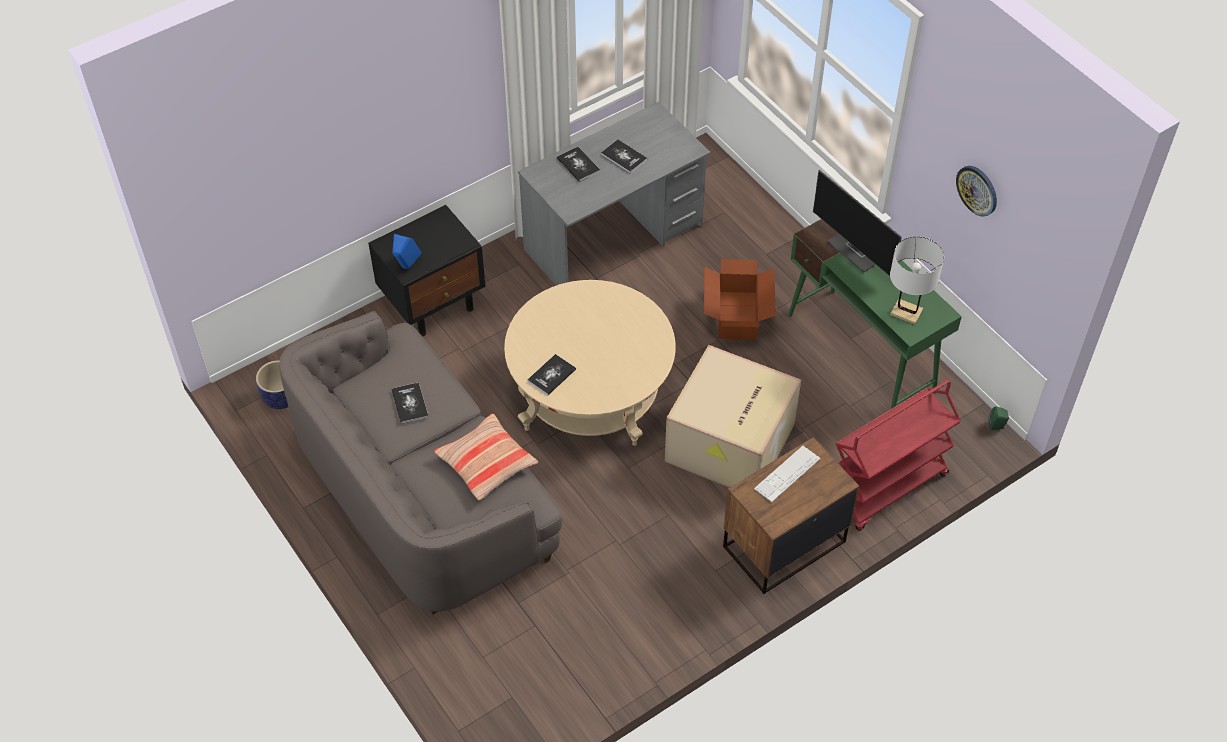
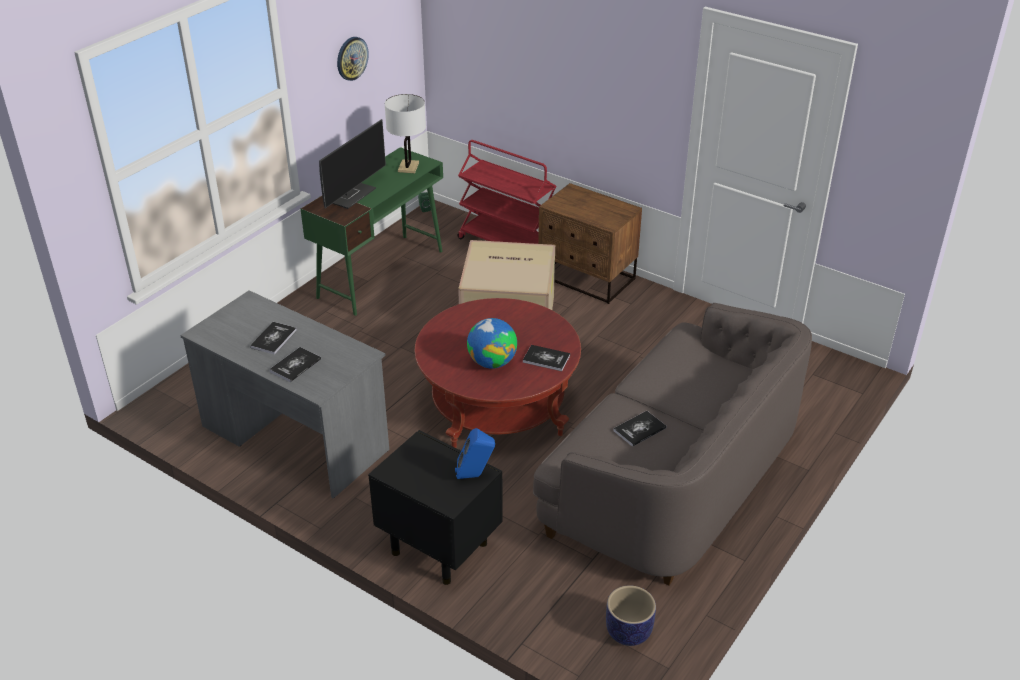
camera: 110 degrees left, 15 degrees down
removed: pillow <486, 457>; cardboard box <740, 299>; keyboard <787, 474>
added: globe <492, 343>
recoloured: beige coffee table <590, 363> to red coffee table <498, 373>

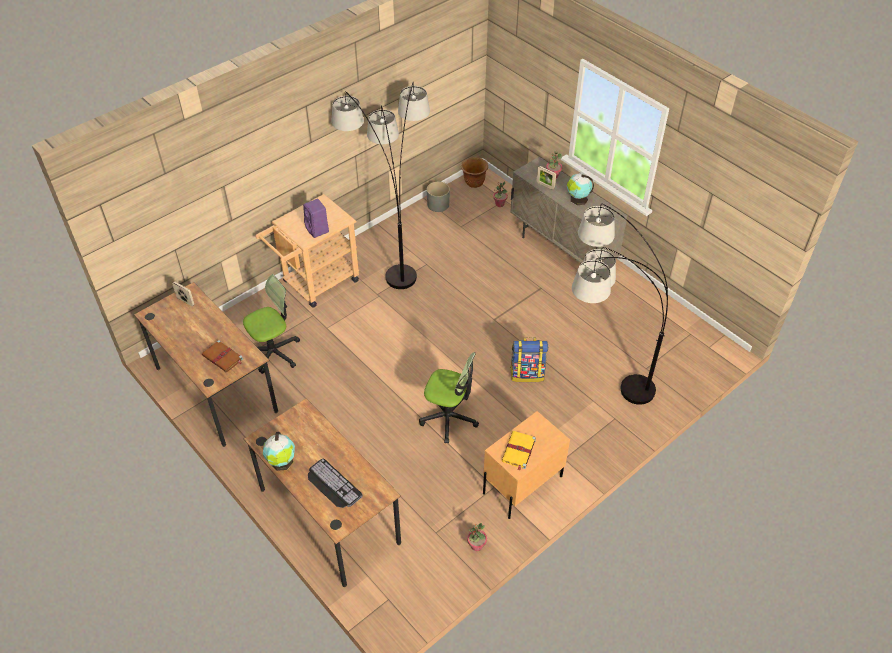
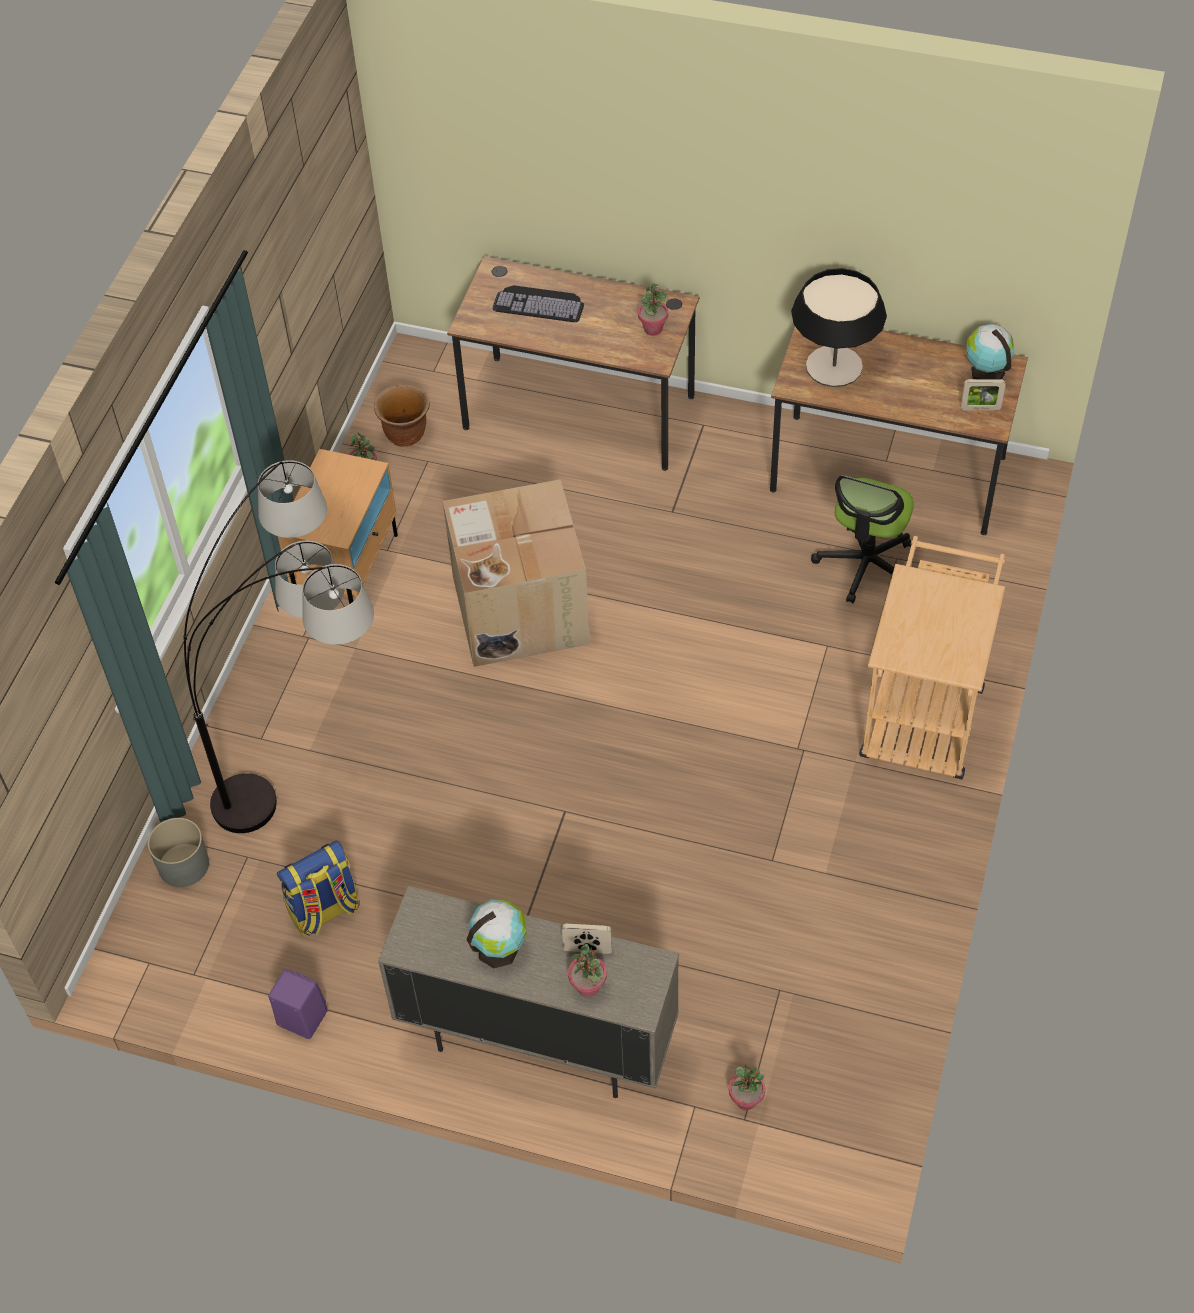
camera: 150 degrees right, 5 degrees up
removed: floor lamp <380, 185>; yellow book <519, 450>
added: potted plant <653, 309>
moved: grey planter <438, 197> to <178, 852>; purple speaker <316, 218> to <297, 1004>; backpack <529, 359> to <318, 888>; brown planter <474, 172> to <402, 415>; globe <279, 451> to <990, 351>
replaced: office chair <449, 397> to cardboard box <516, 573>; brown book <222, 356> to table lamp <839, 327>

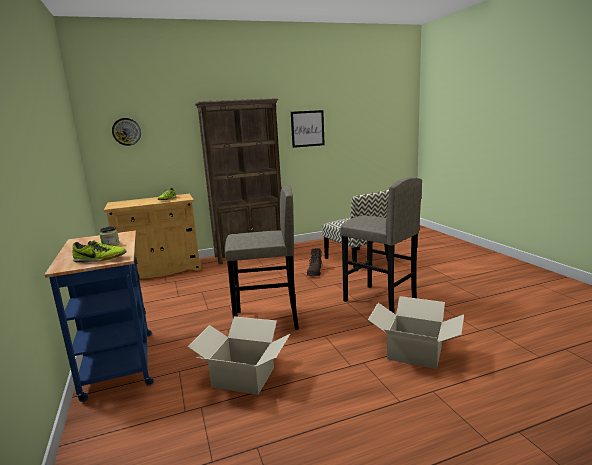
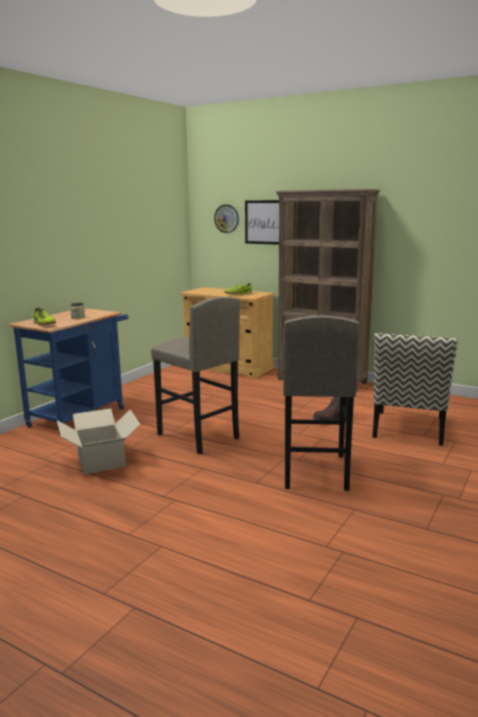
camera: 50 degrees right, 0 degrees up
removed: cardboard box <416, 332>
moved: picture <308, 129> to <262, 222>

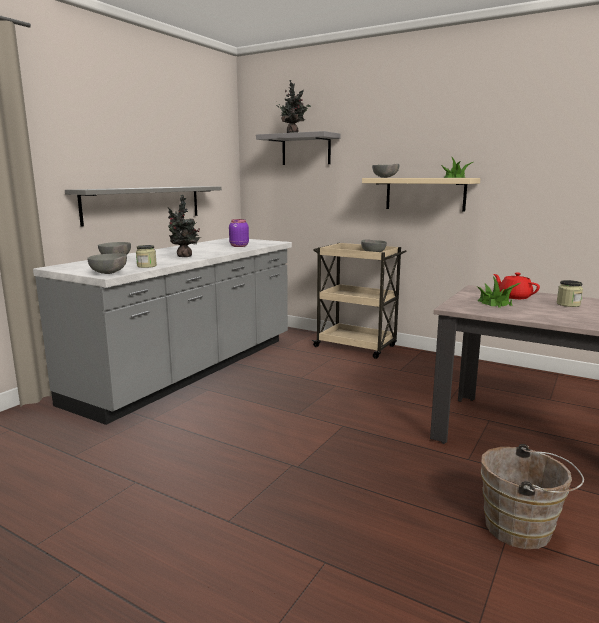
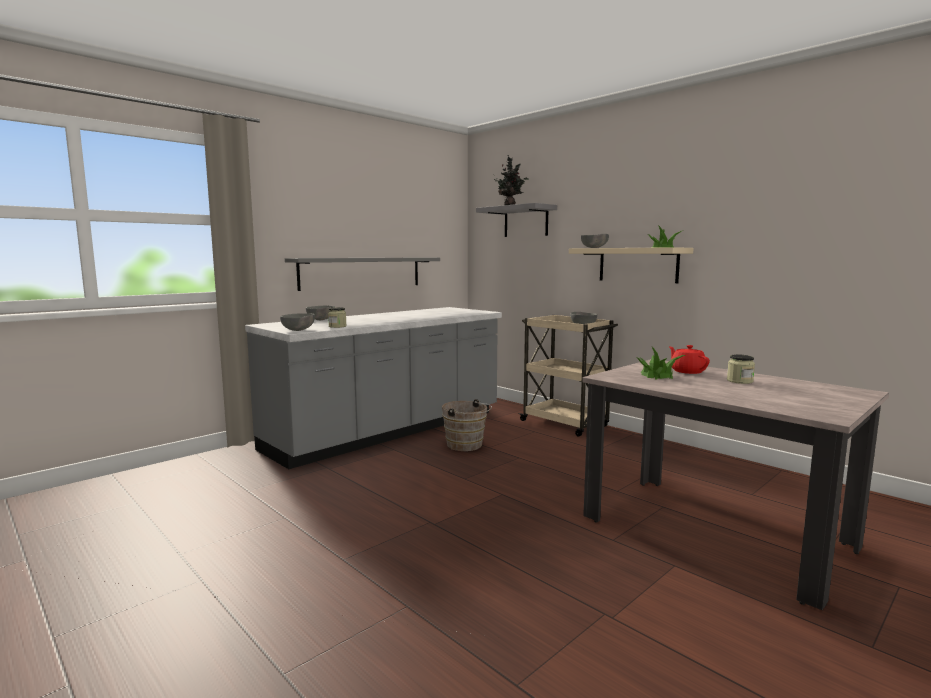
camera: 15 degrees right, 5 degrees down
removed: potted plant <184, 226>; purple jar <239, 233>
moved: brown bucket <532, 496> to <467, 425>

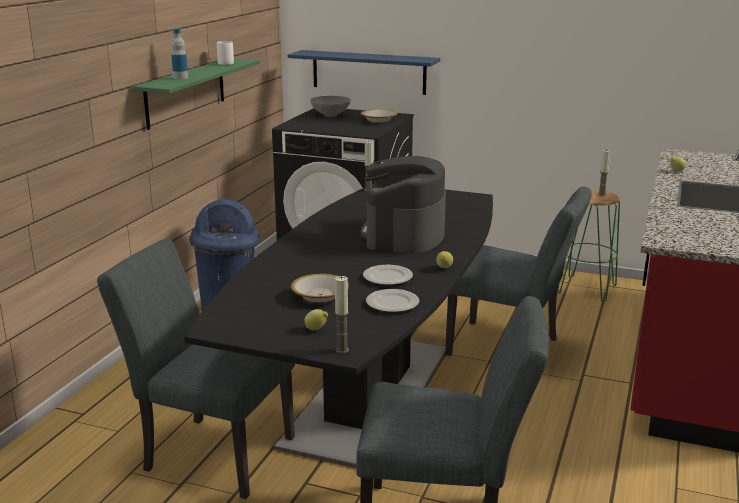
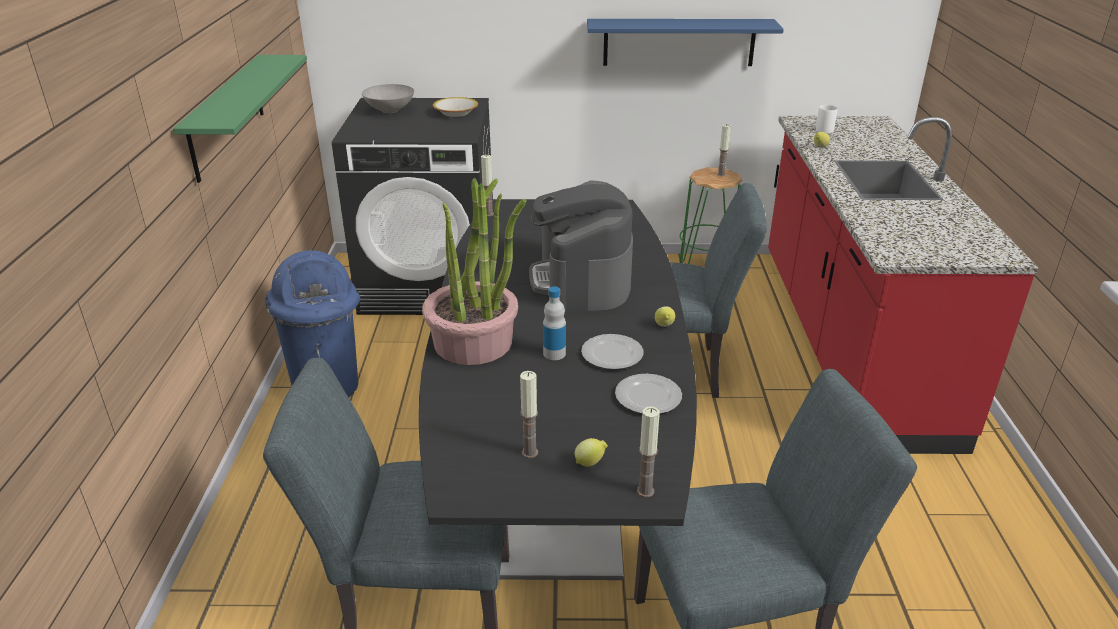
camera: 20 degrees left, 10 degrees up
removed: bowl <320, 288>
added: potted plant <474, 271>; candle <529, 414>
moved: bottle <179, 53> to <554, 323>; blue shelf <363, 72> to <685, 42>; white mug <225, 53> to <827, 119>

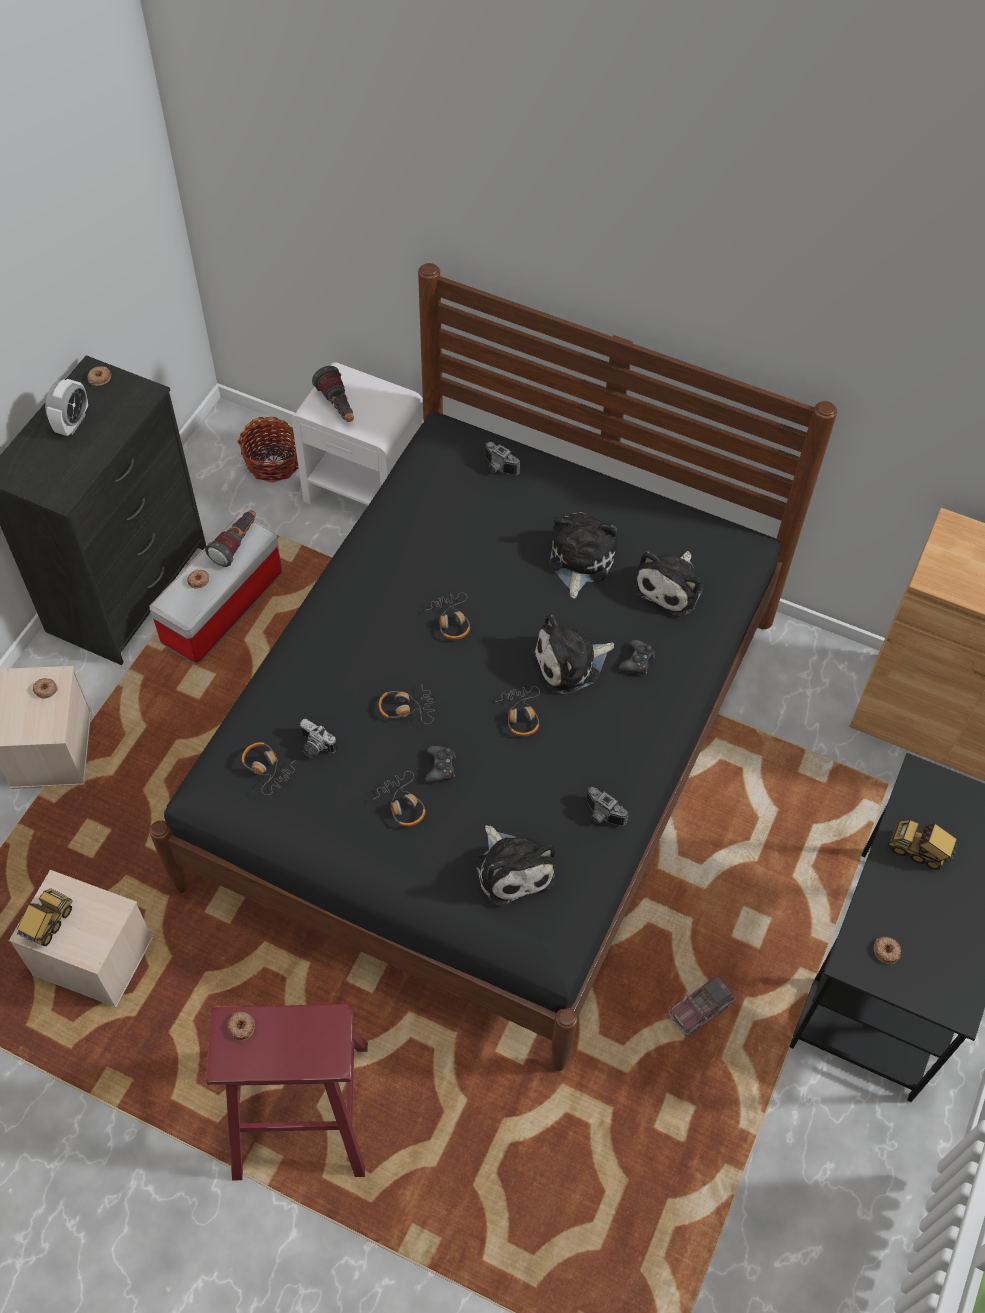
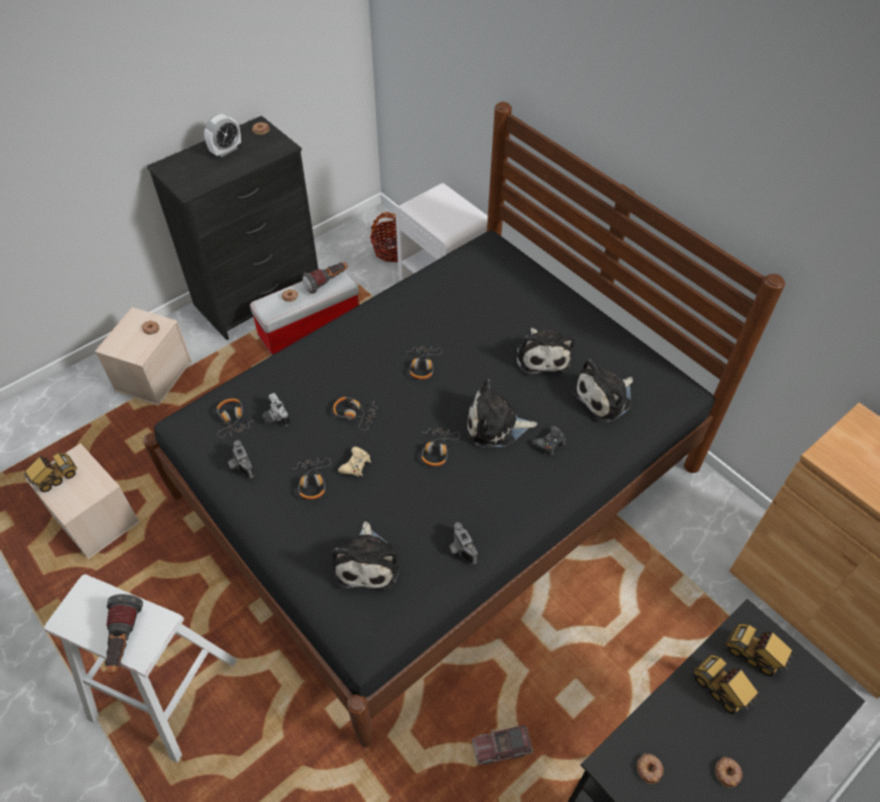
camera: 25 degrees right, 5 degrees down
added: toy truck <760, 650>
moved: flashlight <333, 394> to <124, 634>; photo camera <503, 458> to <241, 459>; donut <241, 1026> to <728, 772>
recoloured: red stool <287, 1092> to white stool <140, 668>; black game controller <441, 764> to beige game controller <354, 462>
turned: plush toy <583, 556> = <545, 351> 135 degrees clockwise

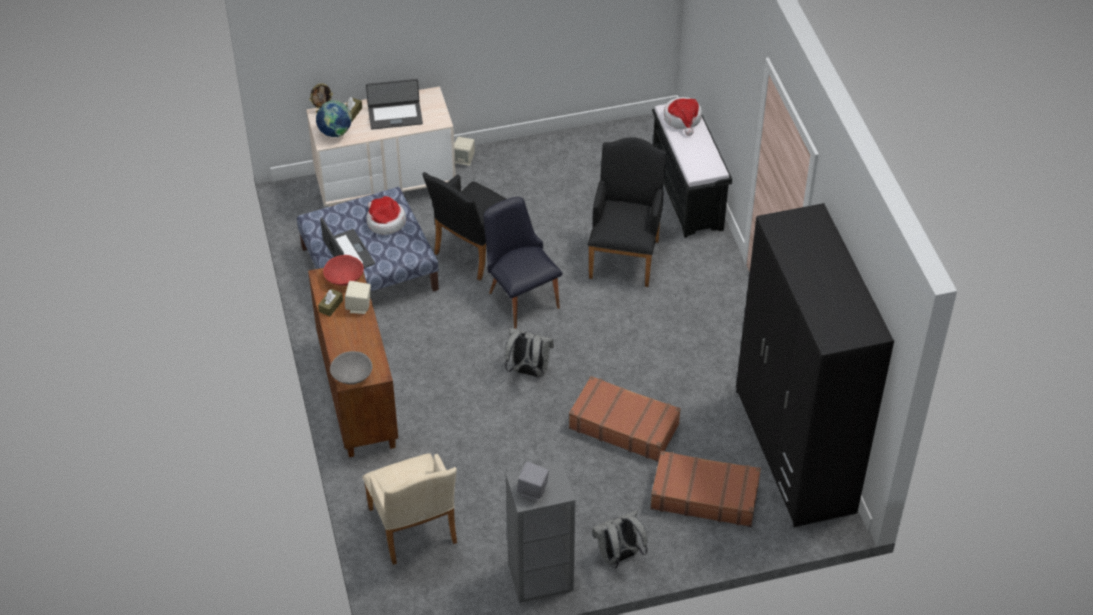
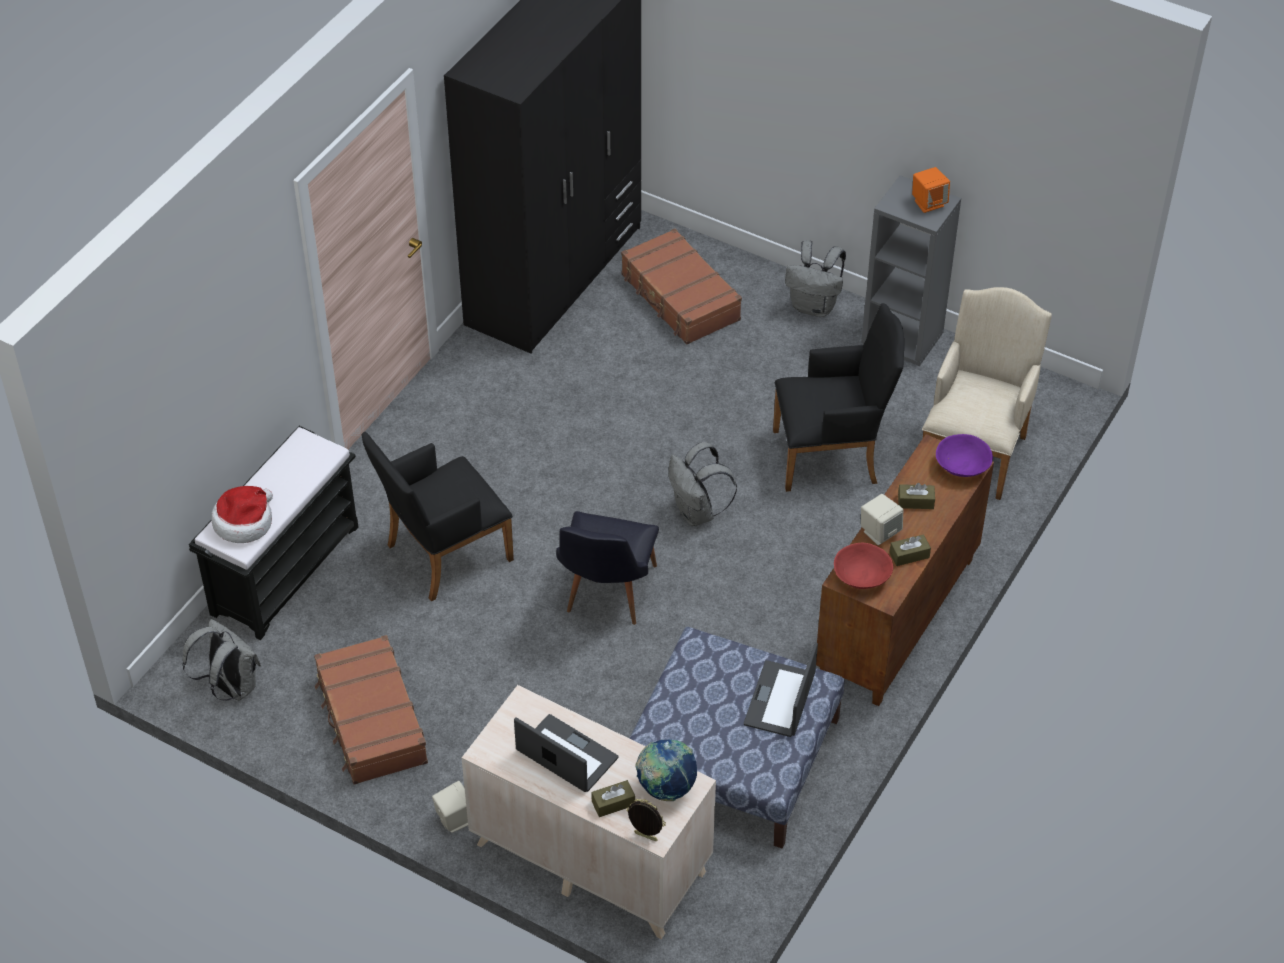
camera: 135 degrees left, 0 degrees up
removed: hat <386, 215>
added: grey backpack <221, 660>; brown tissue box <916, 496>
moved: brown suitcase <625, 419> to <371, 710>; black armchair <464, 226> to <838, 397>
recoloured: grey speaker <533, 481> to orange speaker <931, 190>; grey bowl <351, 368> to purple bowl <964, 455>

